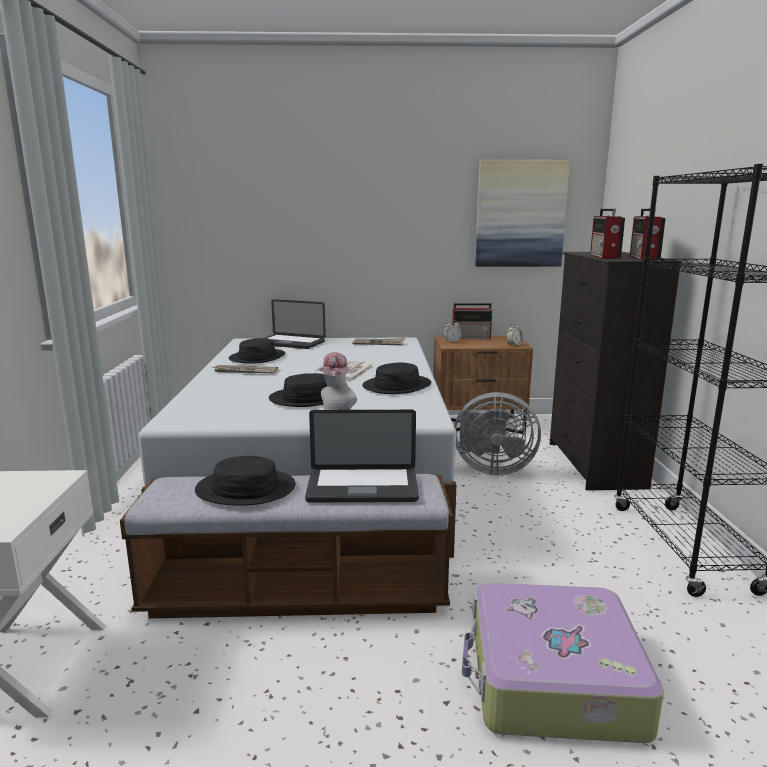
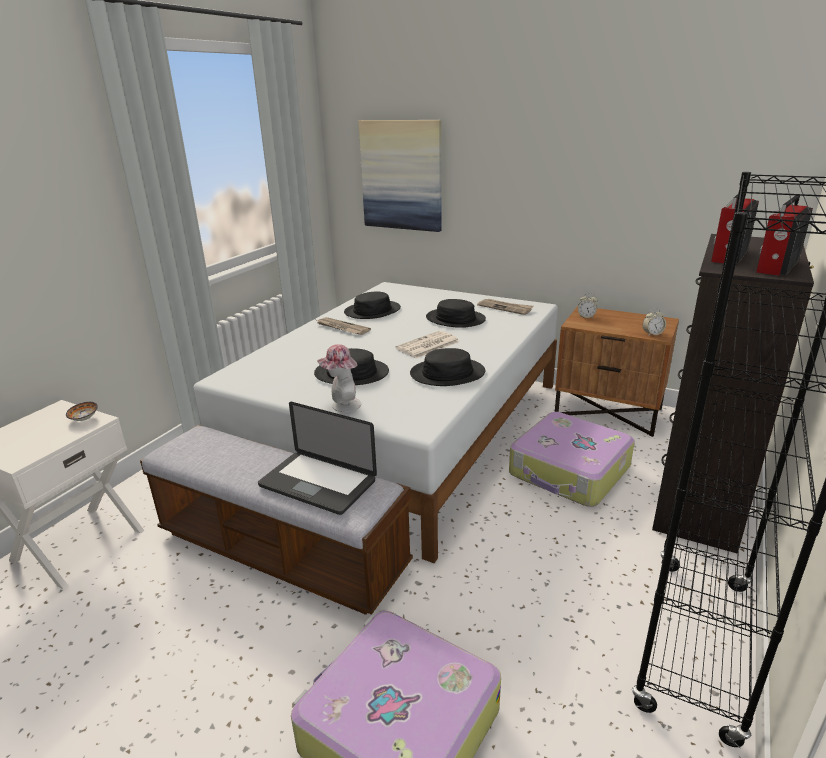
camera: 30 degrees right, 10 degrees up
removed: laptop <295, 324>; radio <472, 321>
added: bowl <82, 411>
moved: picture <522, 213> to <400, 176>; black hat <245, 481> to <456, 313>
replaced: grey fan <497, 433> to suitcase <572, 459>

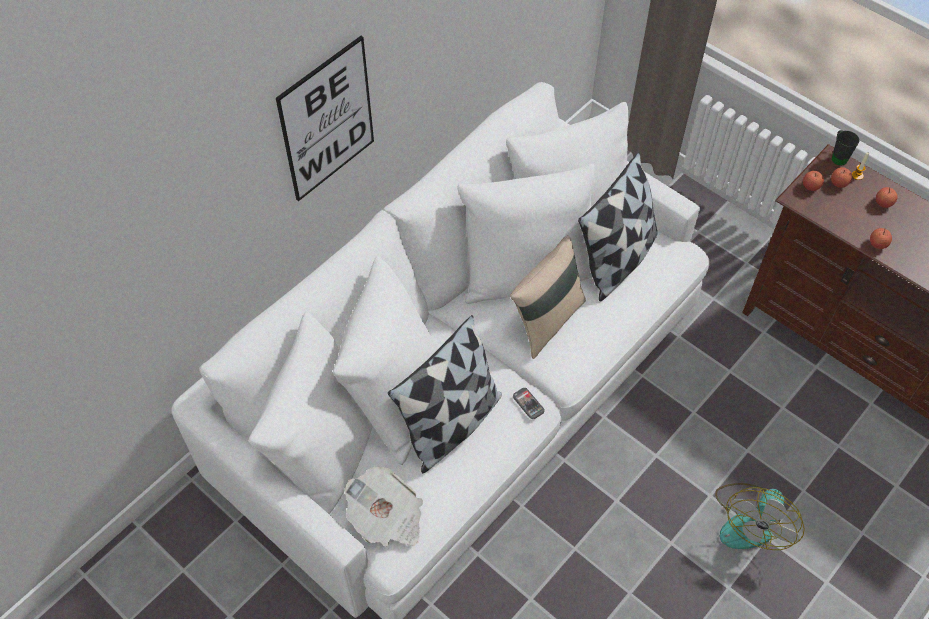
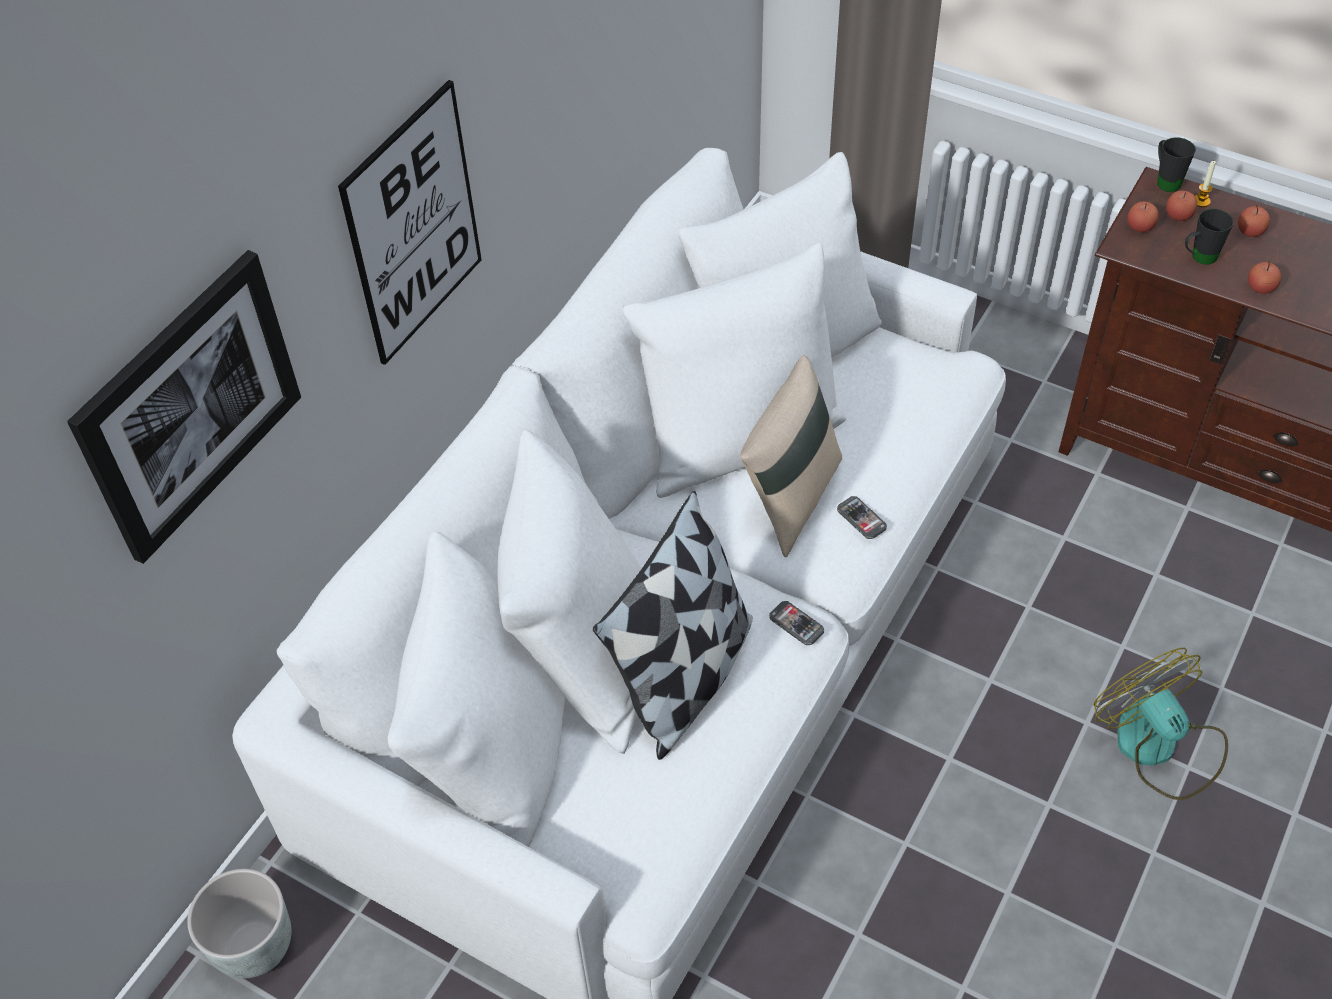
camera: 10 degrees left, 5 degrees down
removed: newspaper <384, 507>; pillow <618, 226>
added: picture <184, 407>; grey planter <239, 923>; phone <862, 517>; black mug <1209, 237>
turned: fan <760, 516> = <1161, 724> 135 degrees clockwise

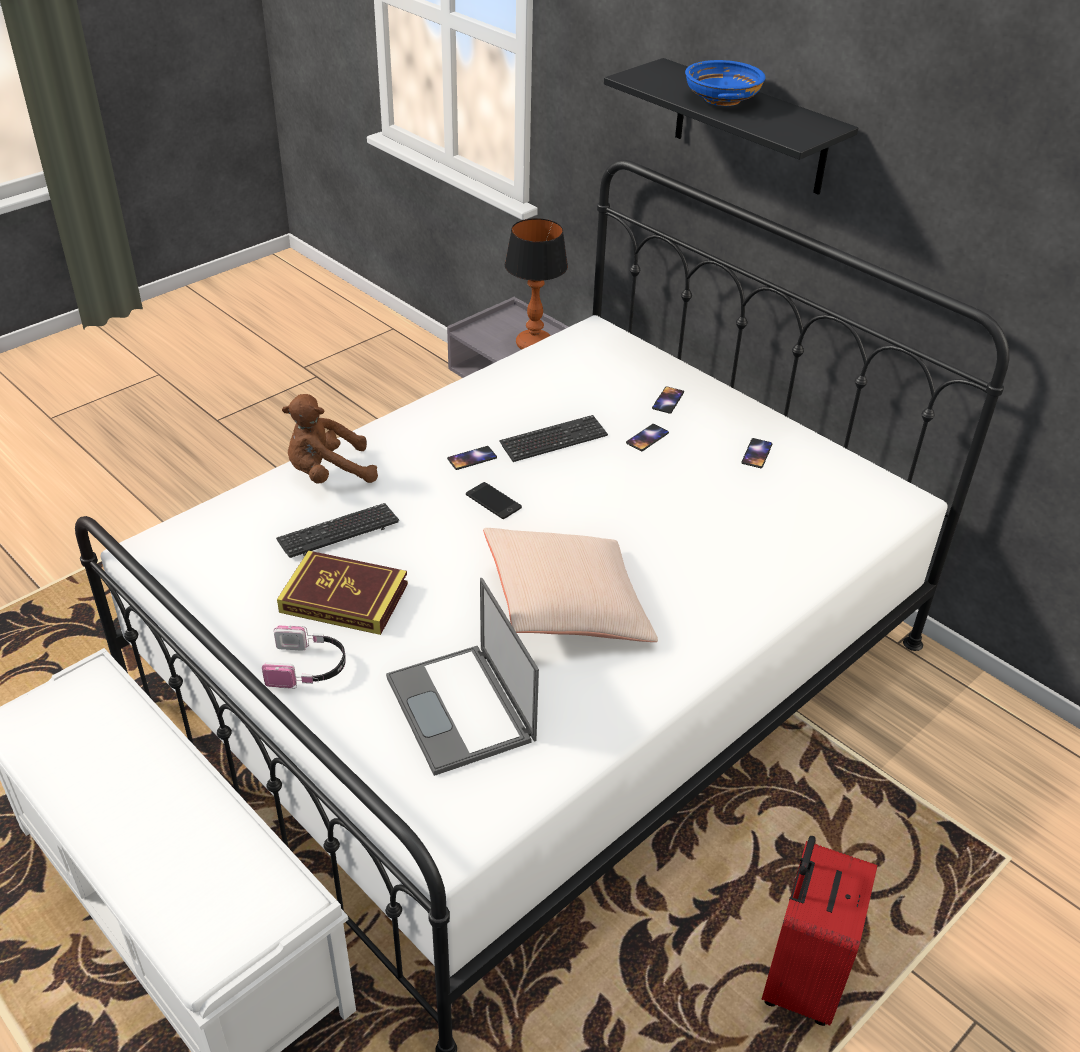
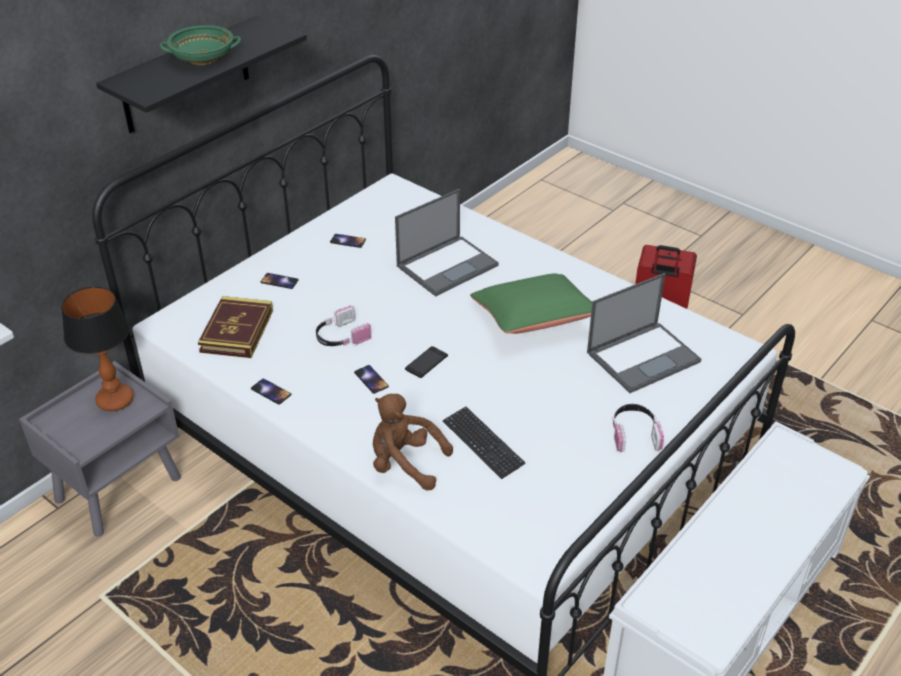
camera: 95 degrees left, 0 degrees up
added: laptop <447, 243>
moved: book <342, 593> to <235, 327>; phone <647, 437> to <271, 392>
replaced: keyboard <553, 438> to headphones <344, 326>
recoloured: blue bowl <725, 83> to green bowl <200, 45>; beige pillow <570, 585> to green pillow <531, 303>
turned: brown plush toy <330, 439> = <413, 442> 135 degrees clockwise

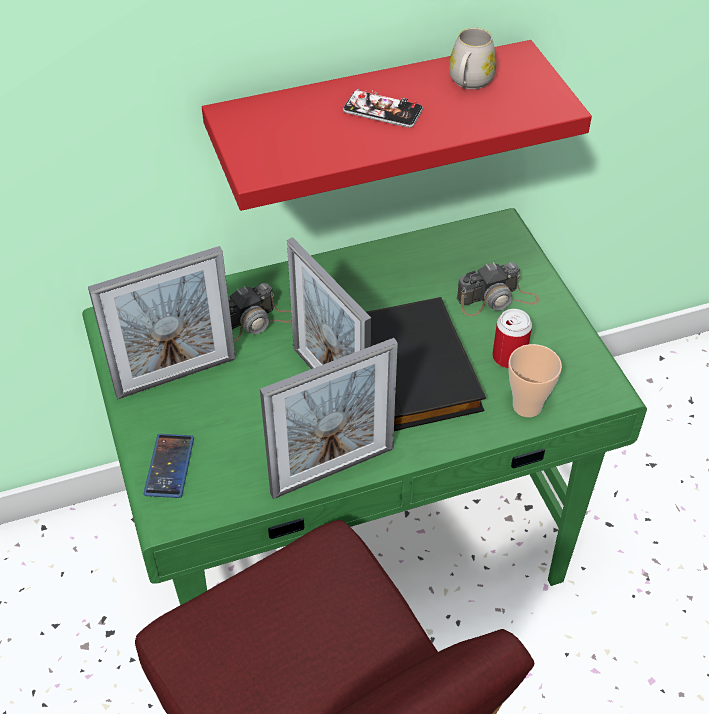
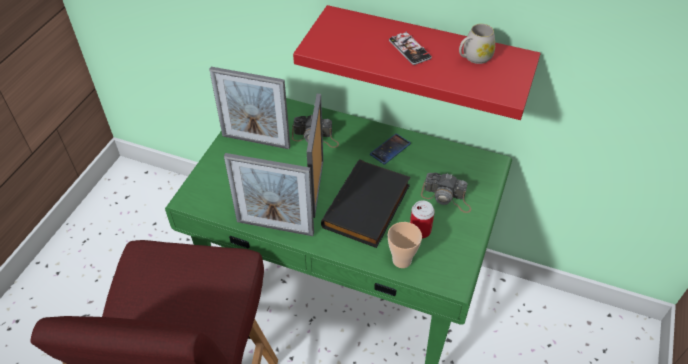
camera: 40 degrees right, 0 degrees up
moved: phone <169, 466> to <390, 149>

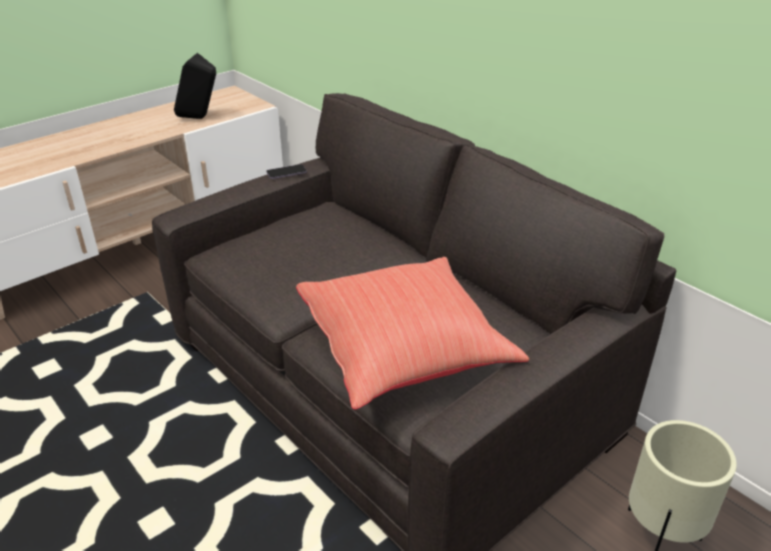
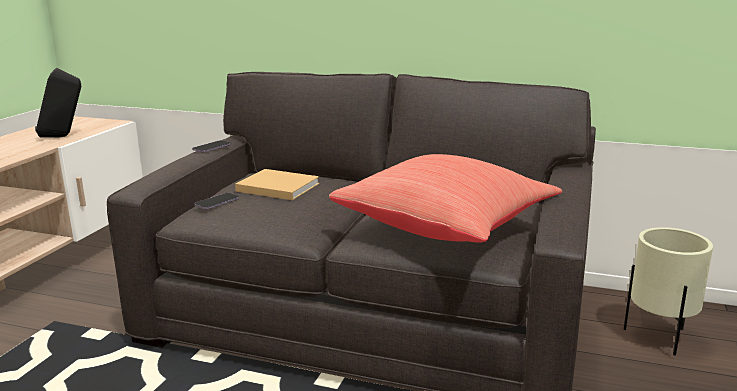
camera: 30 degrees left, 15 degrees down
added: phone <216, 201>; beige book <277, 184>

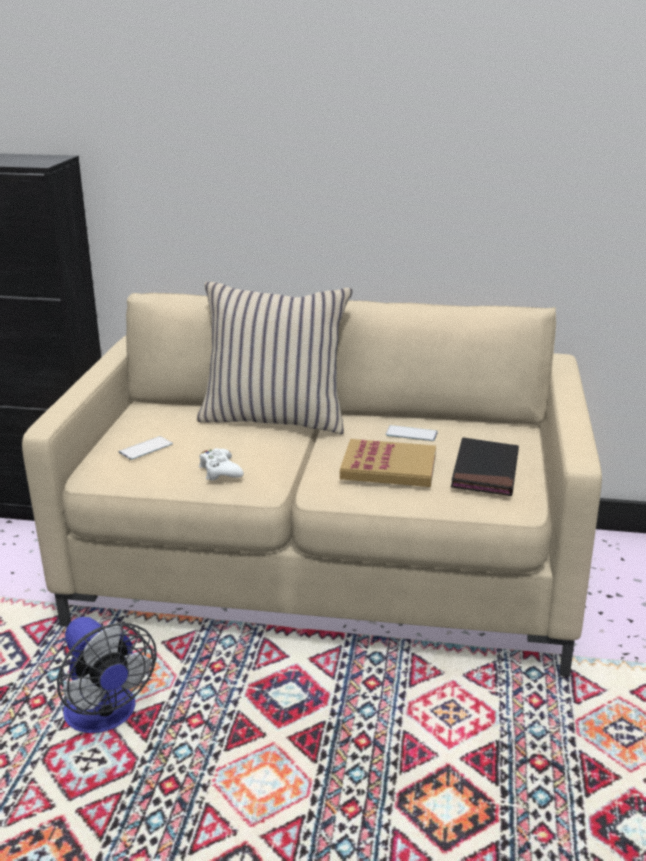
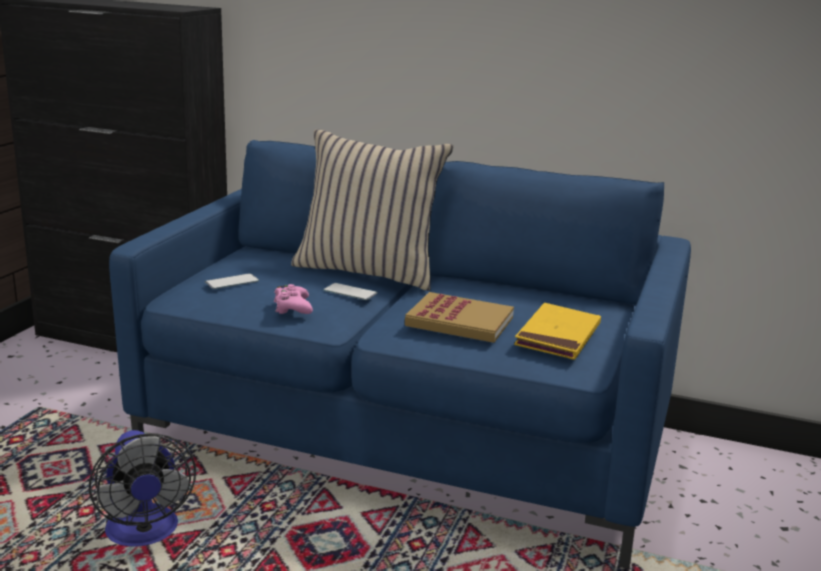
camera: 10 degrees right, 5 degrees down
moved: phone <412, 433> to <351, 291>
recoloured: beige sofa <312, 485> to blue sofa <400, 354>; white game controller <221, 464> to pink game controller <293, 299>; black book <485, 467> to yellow book <557, 331>

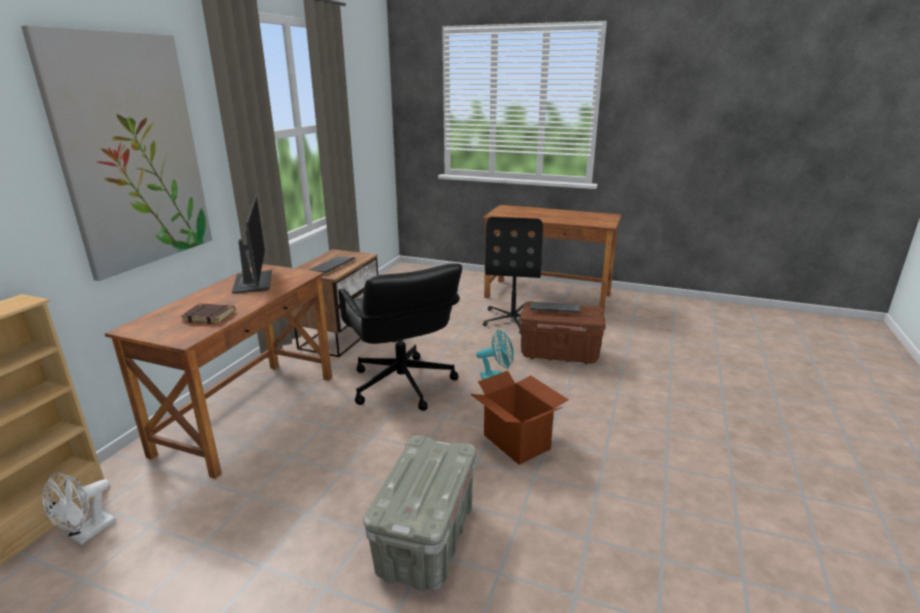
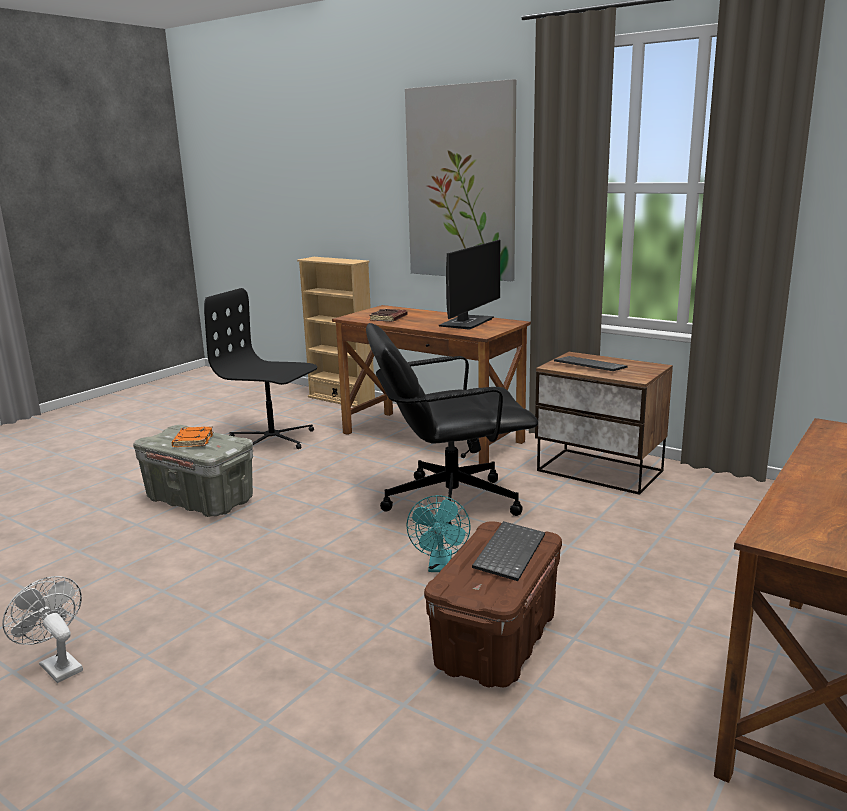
camera: 105 degrees right, 5 degrees down
removed: cardboard box <519, 418>
added: orange book <192, 436>
moved: white fan <79, 508> to <42, 629>; black office chair <513, 275> to <260, 368>
turned: monitor <252, 245> = <469, 285> 60 degrees counterclockwise

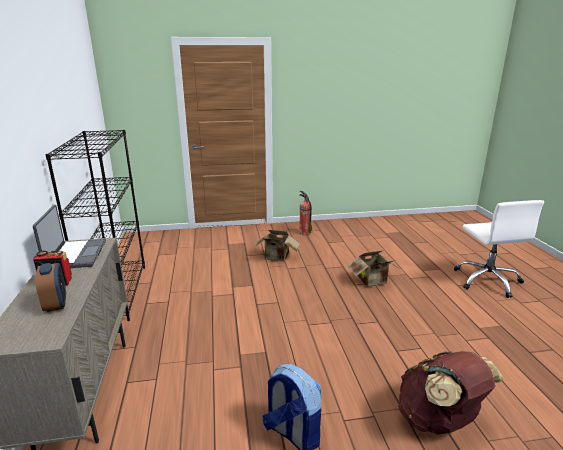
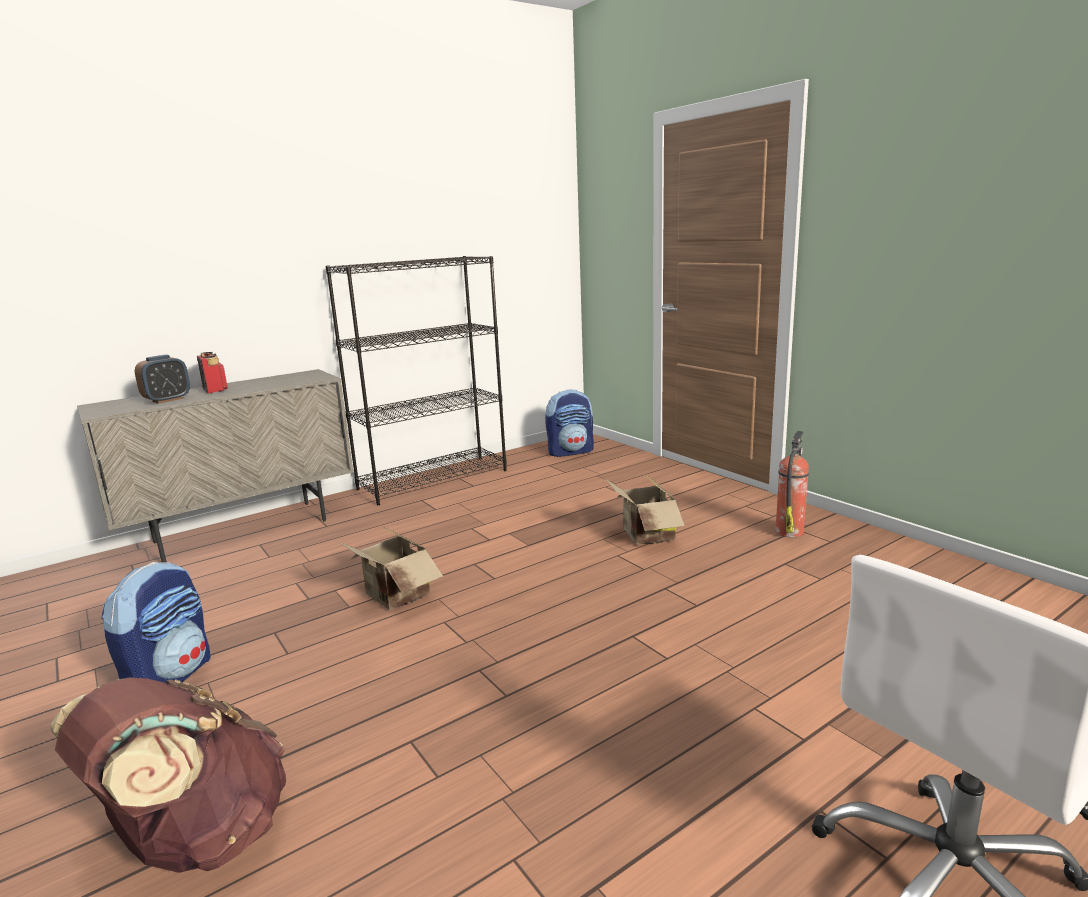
camera: 65 degrees right, 5 degrees down
removed: laptop <69, 236>
added: backpack <569, 423>
moved: cardboard box <373, 268> to <390, 568>

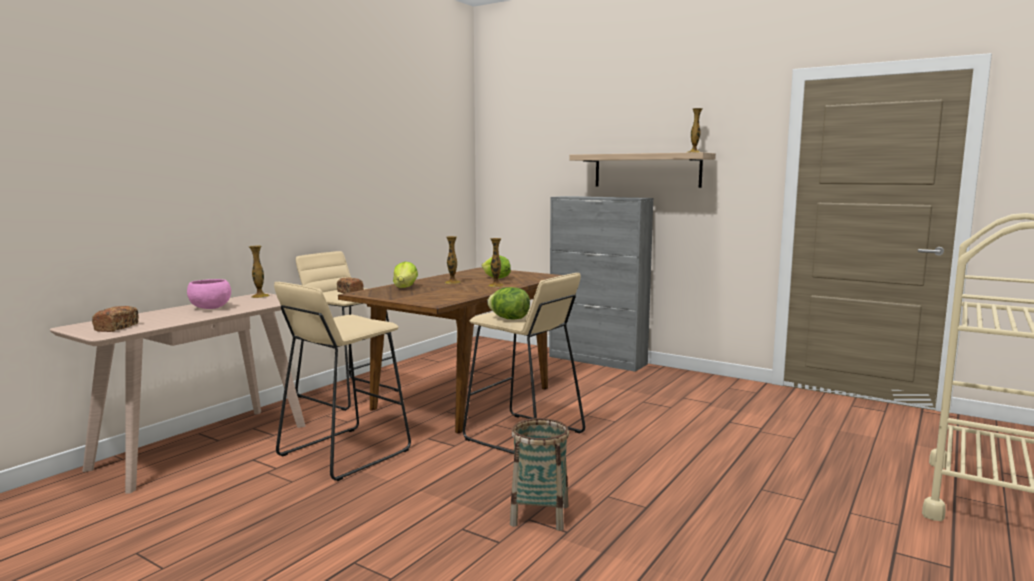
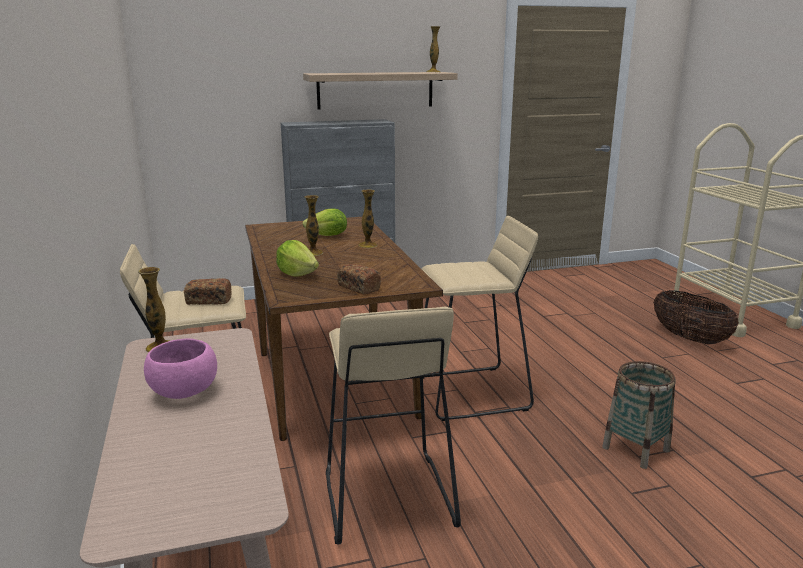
camera: 50 degrees left, 10 degrees up
removed: lettuce <508, 303>
added: basket <696, 317>
moved: bread <115, 319> to <359, 279>

